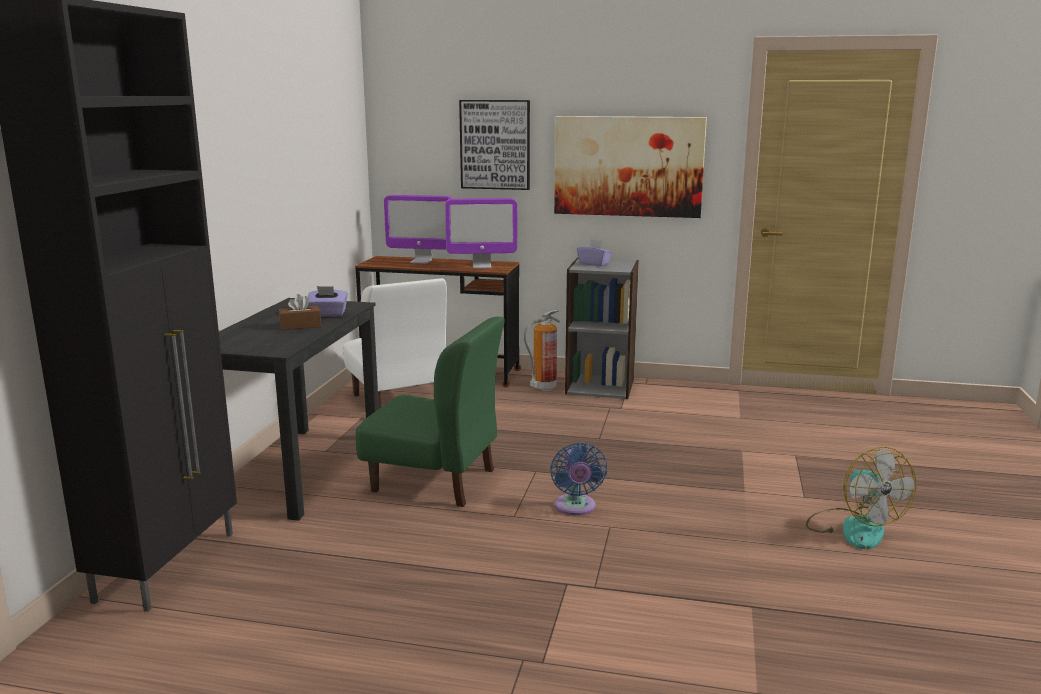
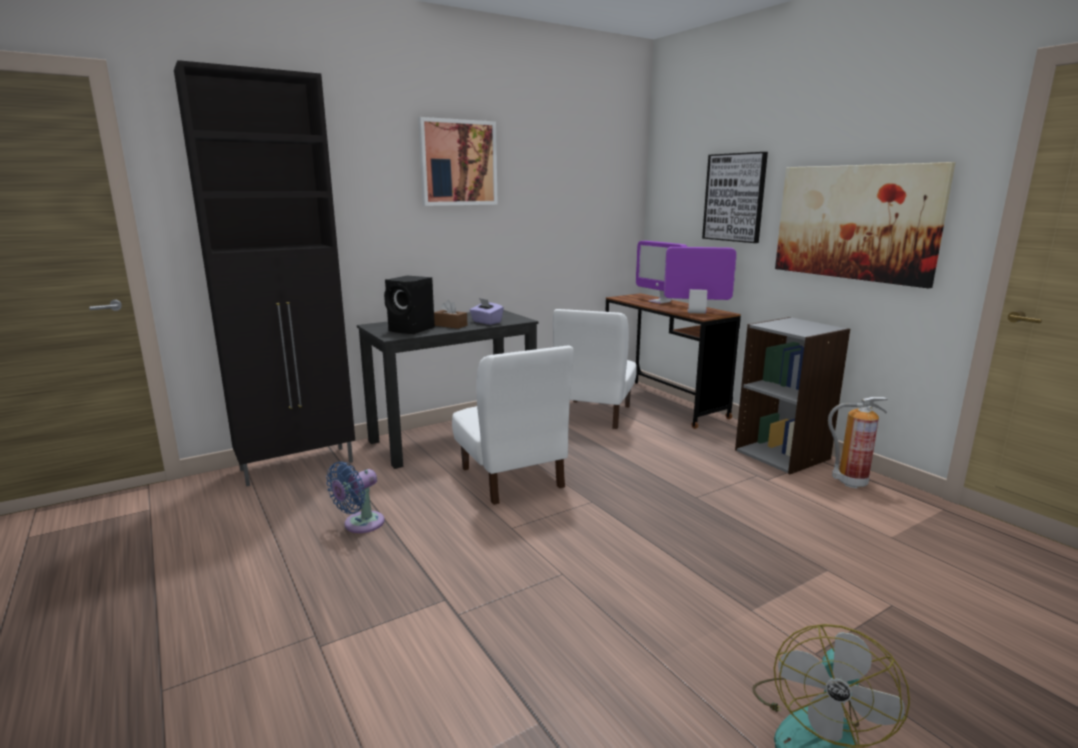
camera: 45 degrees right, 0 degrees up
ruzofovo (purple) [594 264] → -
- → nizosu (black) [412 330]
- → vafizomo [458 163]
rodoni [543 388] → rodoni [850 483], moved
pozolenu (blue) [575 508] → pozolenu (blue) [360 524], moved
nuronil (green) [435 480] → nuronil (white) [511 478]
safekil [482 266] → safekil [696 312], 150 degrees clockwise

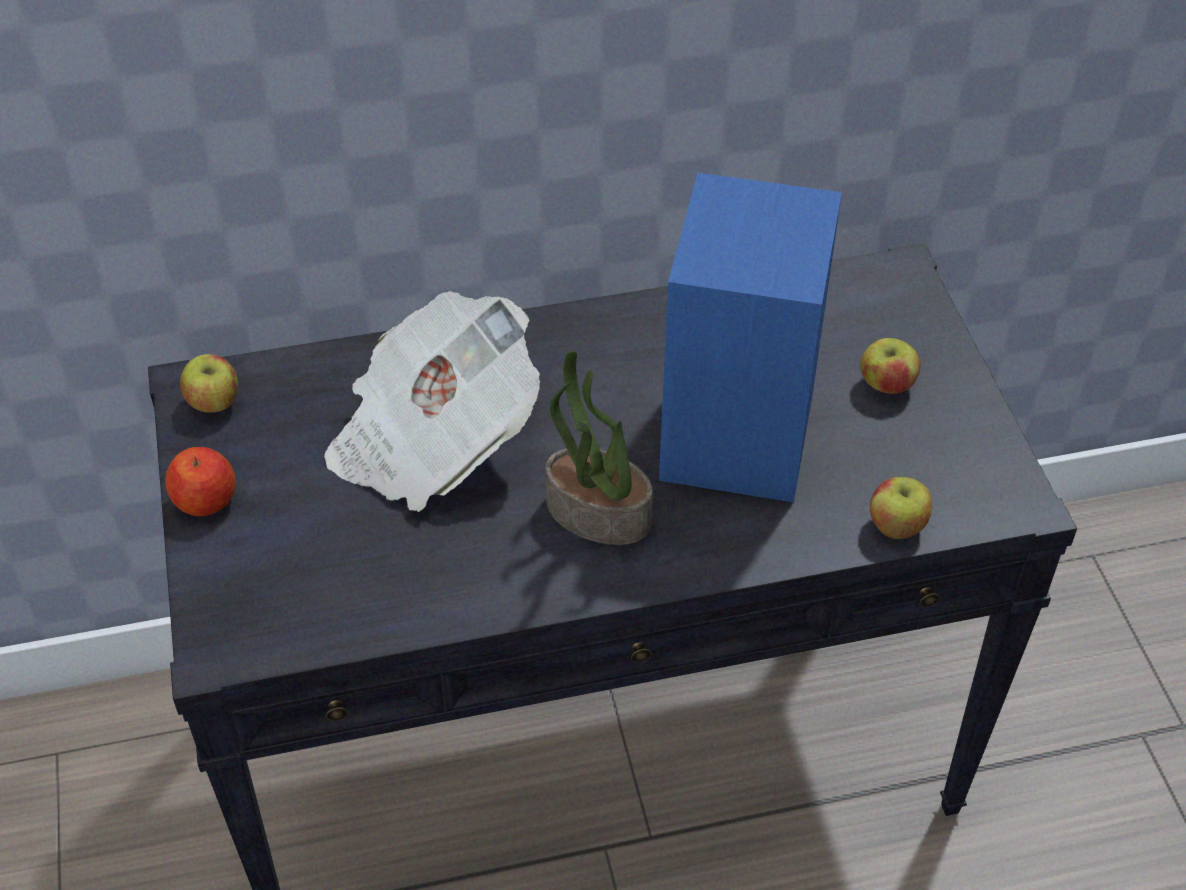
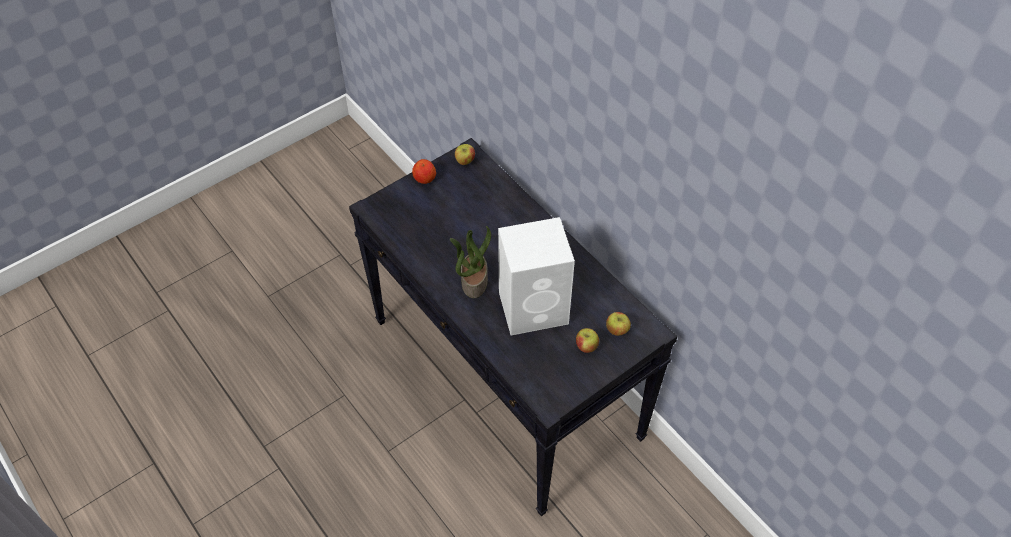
camera: 65 degrees right, 5 degrees up
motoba [433 439] → -
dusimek [896 526] → dusimek [617 330], moved
nizosu (blue) [738 431] → nizosu (white) [535 308]

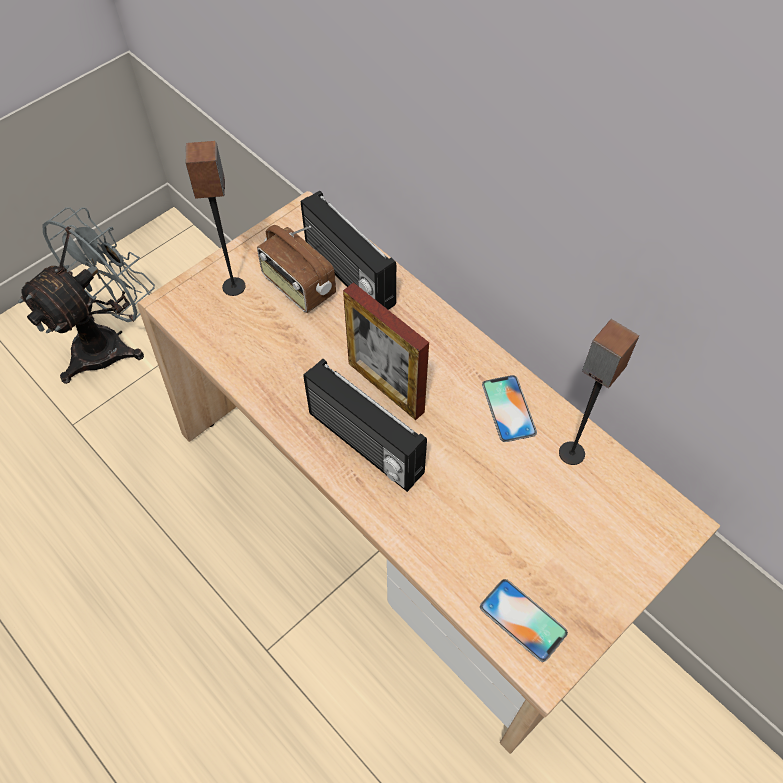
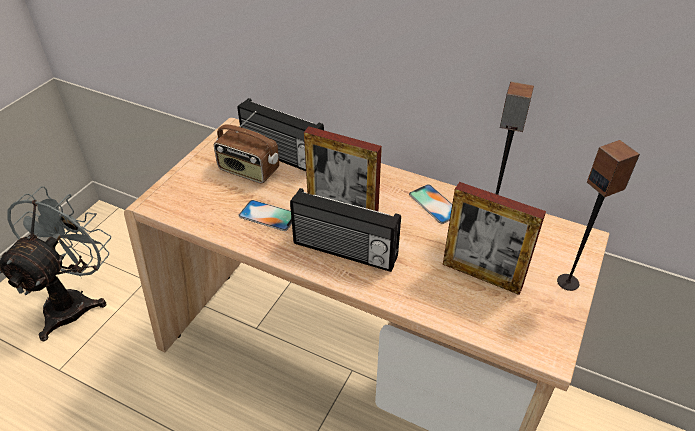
camera: 20 degrees left, 15 degrees down
- → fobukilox [481 275]
nizosu [234 286] → nizosu [568 282], moved
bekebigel [523 620] → bekebigel [268 215], moved

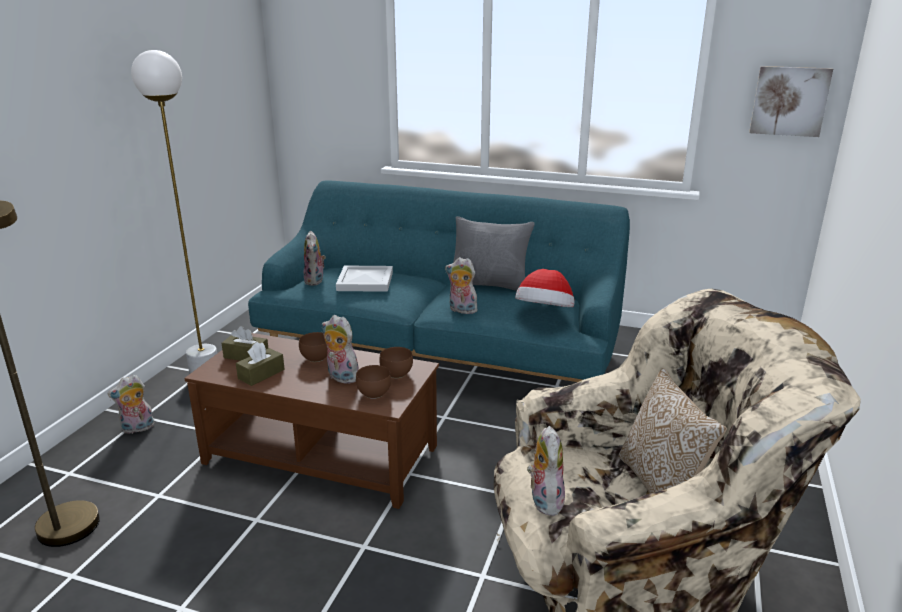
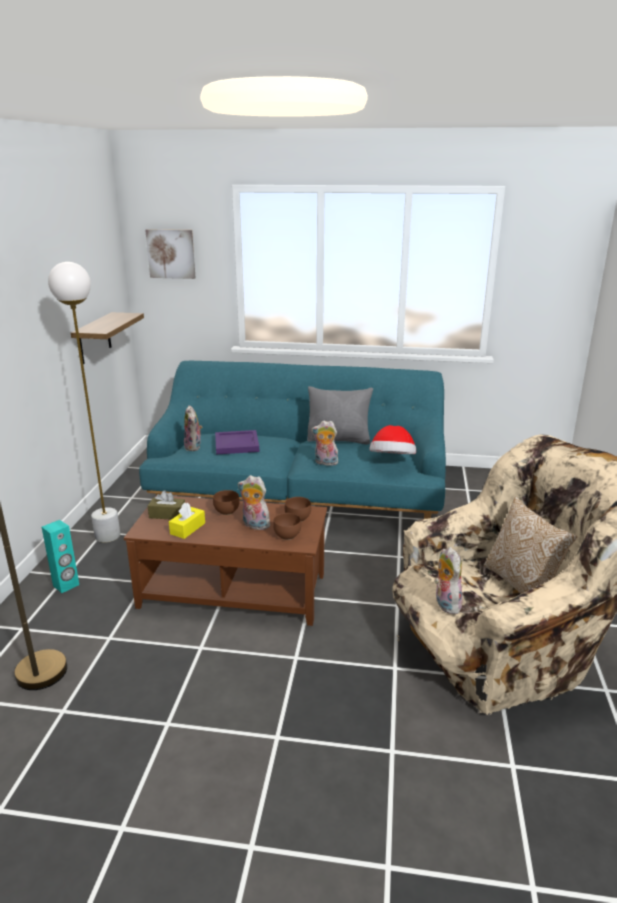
camera: 10 degrees left, 0 degrees up
- → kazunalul [94 338]
vafizomo [789 101] → vafizomo [171 253], moved
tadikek [137 429] → nizosu (turquoise) [66 585]
ruzofovo (brown) [261 374] → ruzofovo (yellow) [187 528]
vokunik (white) [366 281] → vokunik (purple) [237 444]

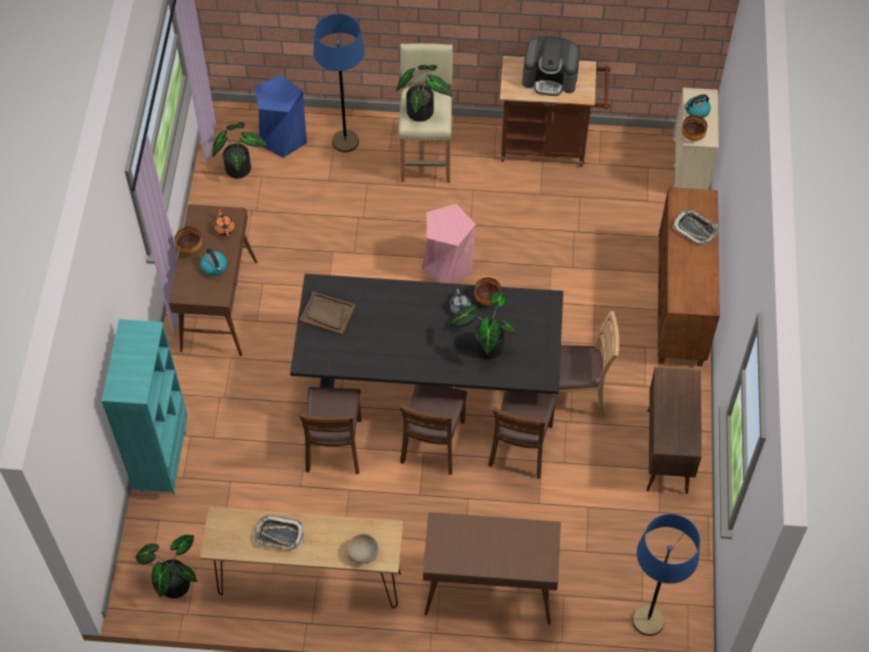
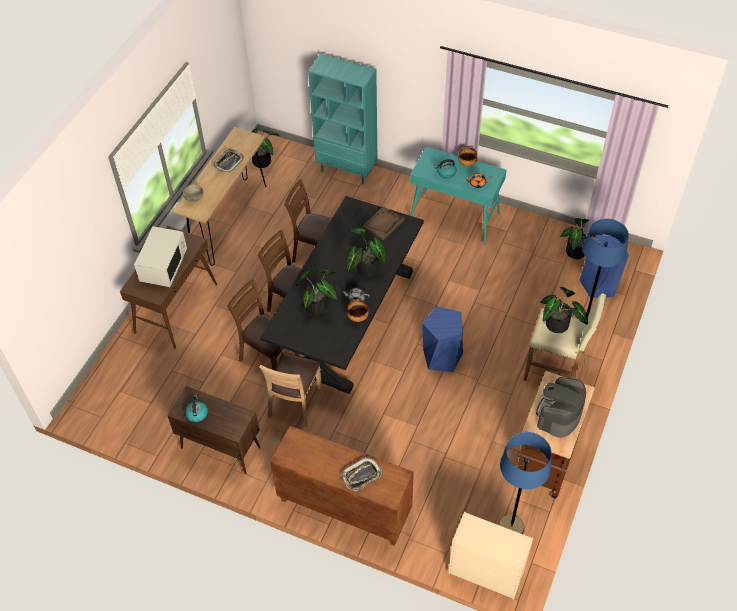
camera: 110 degrees right, 5 degrees down
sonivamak [692 136] → -
- → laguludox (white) [163 266]
- → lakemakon [365 269]
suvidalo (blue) [648 620] → suvidalo (blue) [511 527], moved
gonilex [696 111] → gonilex [197 413], moved
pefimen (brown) [219 305] → pefimen (turquoise) [455 218]
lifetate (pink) [447 266] → lifetate (blue) [442 356]

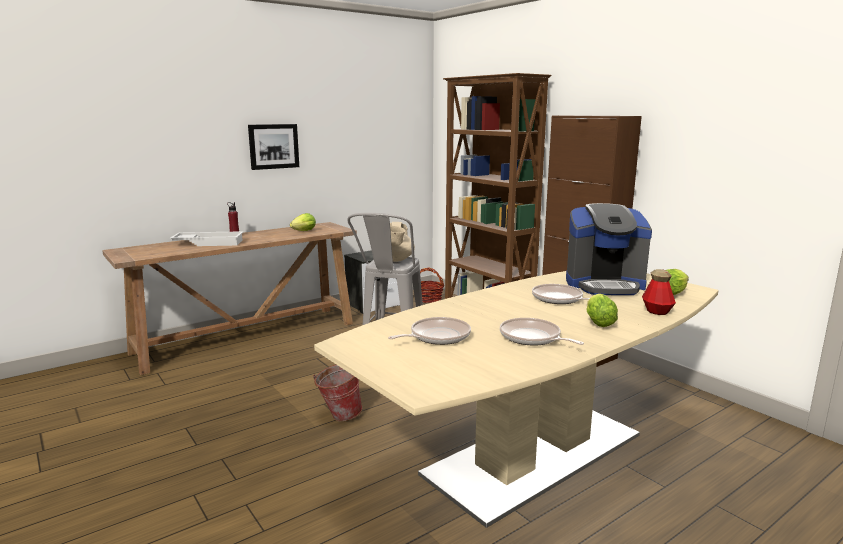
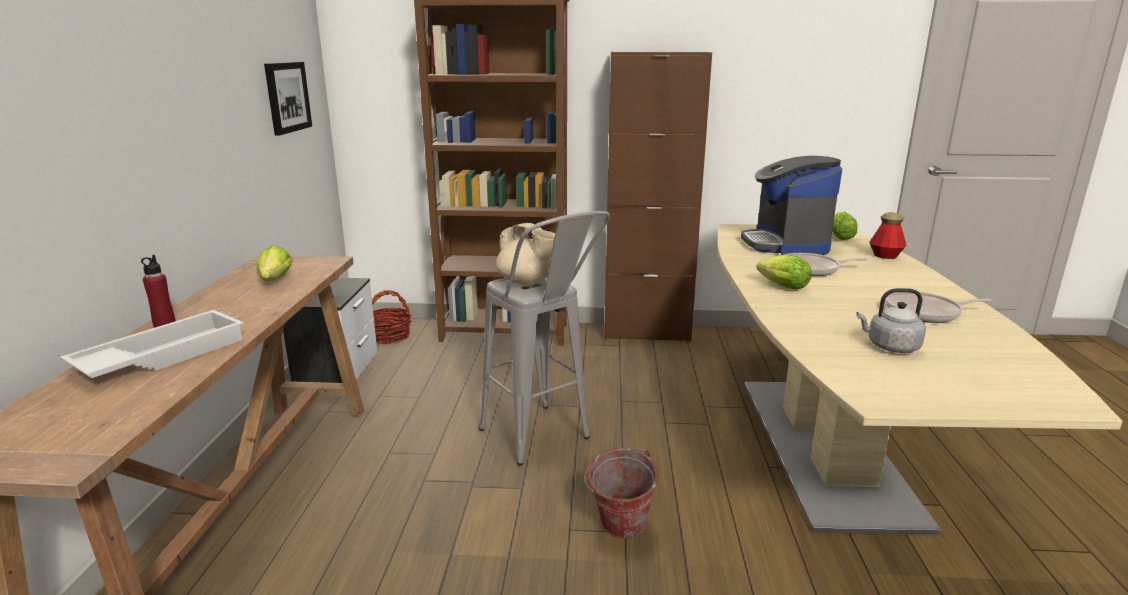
camera: 50 degrees left, 5 degrees up
vafizomo [273 146] → vafizomo [287 97], moved
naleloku [598 322] → naleloku [780 286], moved
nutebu [437 336] → gonilex (grey) [890 347]
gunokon [604 285] → gunokon [786 244], 135 degrees clockwise

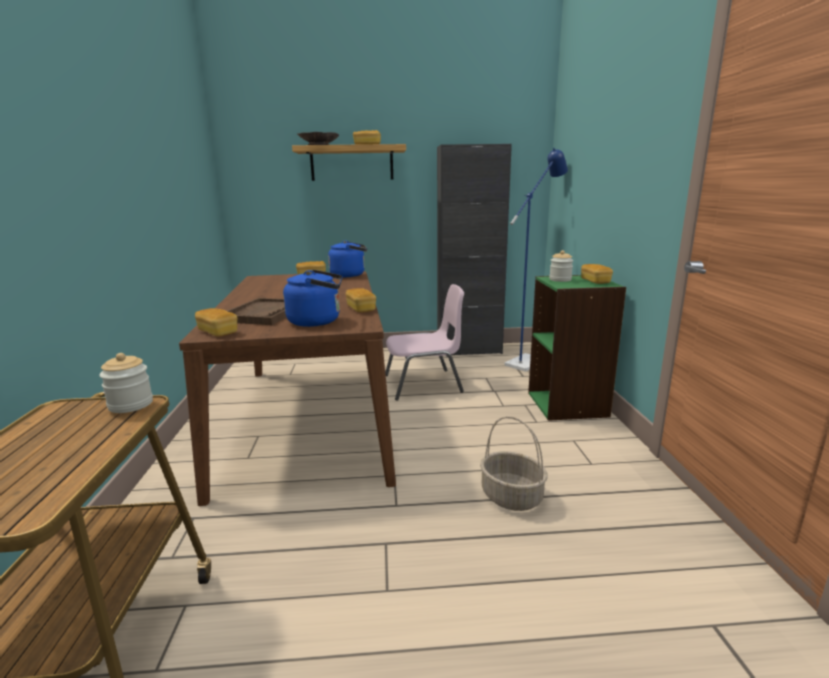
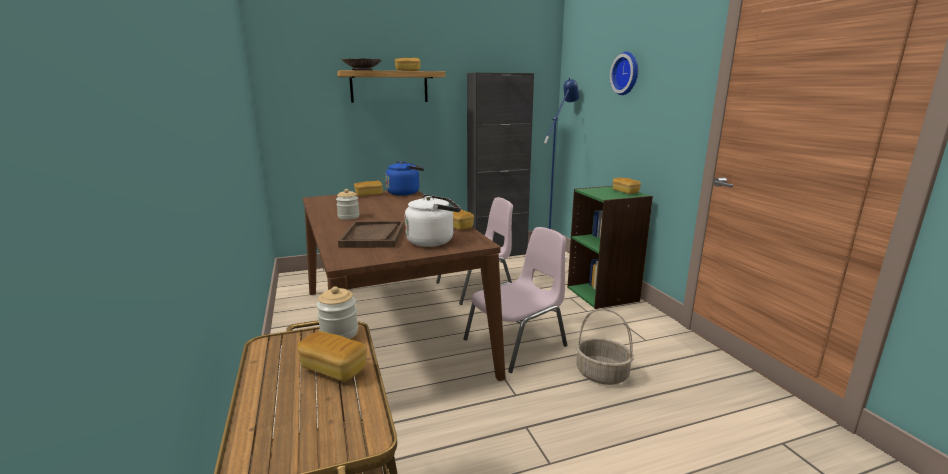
camera: 15 degrees left, 0 degrees up
- → nuronil (pink) [517 343]
- → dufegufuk [627 73]
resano [218 332] → resano [334 369], moved
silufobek [560 280] → silufobek [348 217], moved
gonilex (blue) [318 321] → gonilex (white) [433 241]

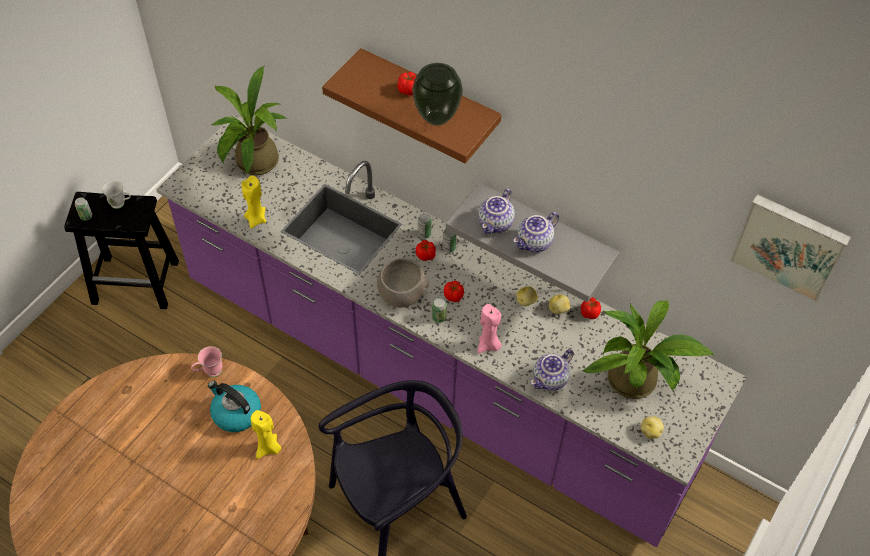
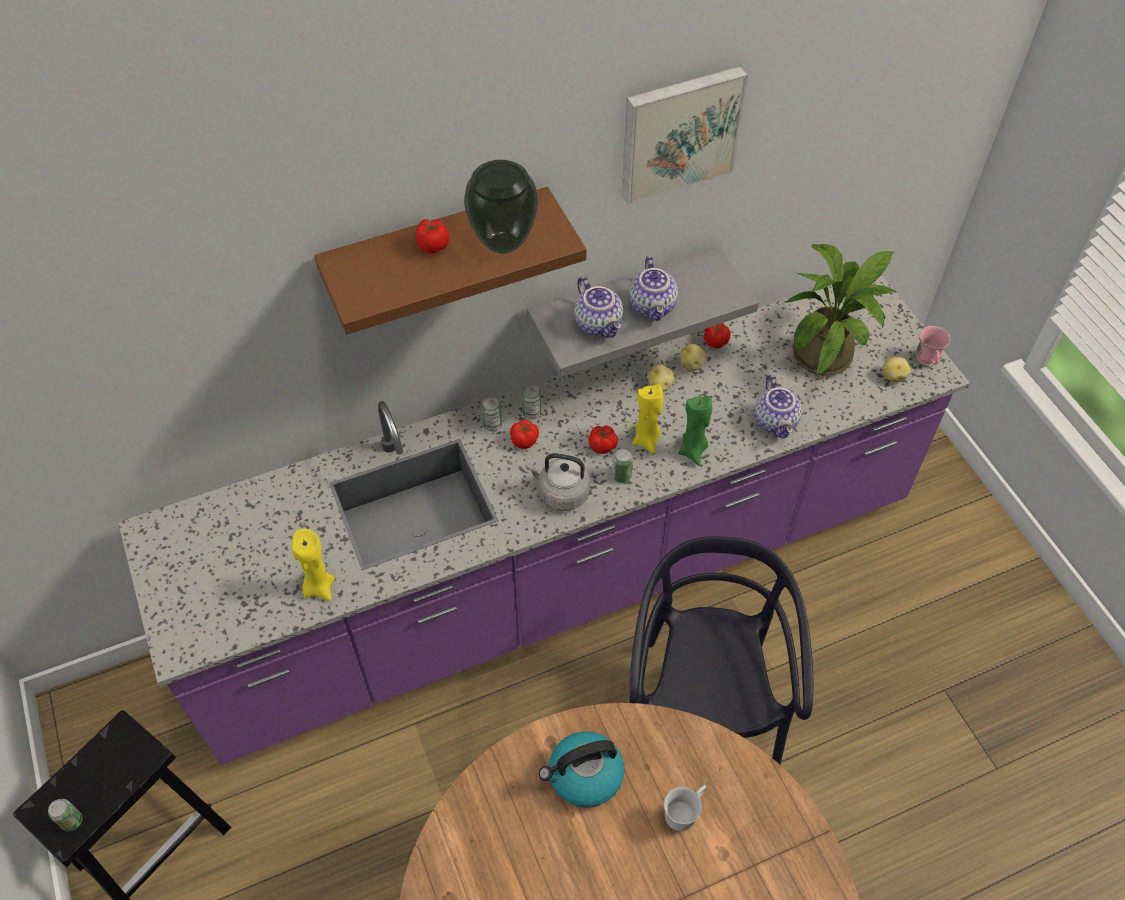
camera: 55 degrees left, 0 degrees up
lakemakon [253 164] → -
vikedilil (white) [121 204] → vikedilil (white) [684 815], moved
vikedilil (pink) [209 372] → vikedilil (pink) [926 364], moved
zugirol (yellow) [268 448] → zugirol (yellow) [647 440], moved
vafizomo [789 245] → vafizomo [679 132], moved
sonivamak (grey) [402 294] → gonilex (grey) [560 493]
zugirol (pink) [488 345] → zugirol (green) [693 450]

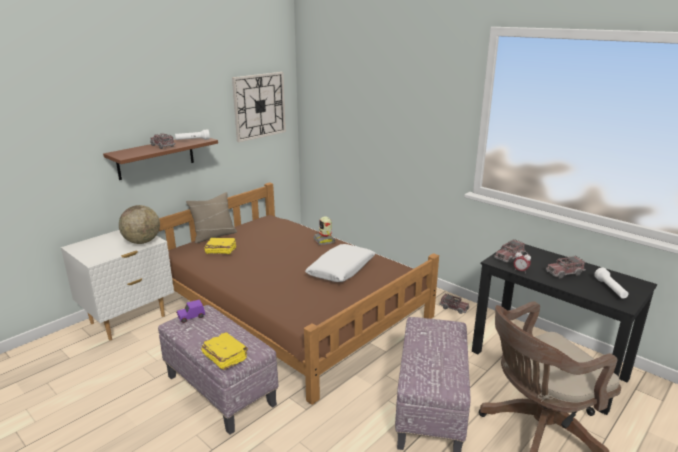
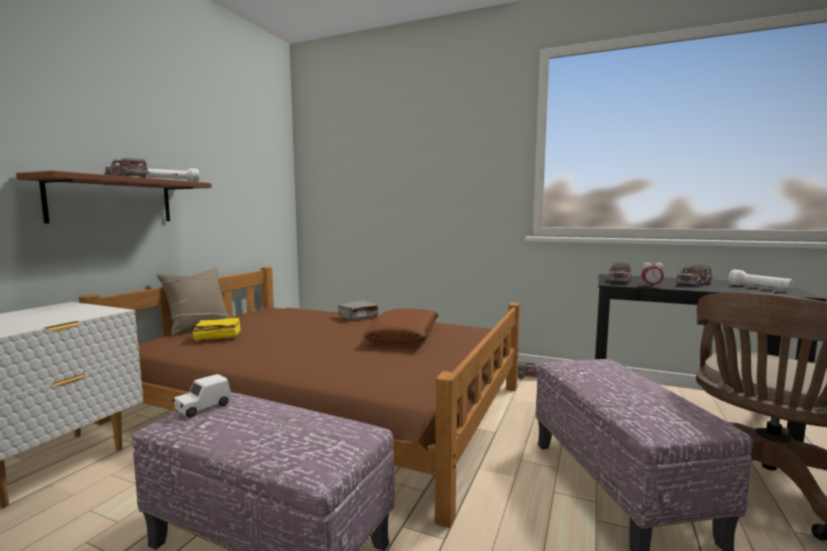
camera: 20 degrees left, 15 degrees down
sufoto [142 242] → -
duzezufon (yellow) [225 357] → -
dufegufuk [259 106] → -
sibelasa [325 240] → duzezufon (grey) [358 317]
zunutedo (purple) [191 317] → zunutedo (white) [203 408]
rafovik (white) [341 270] → rafovik (brown) [404 336]

